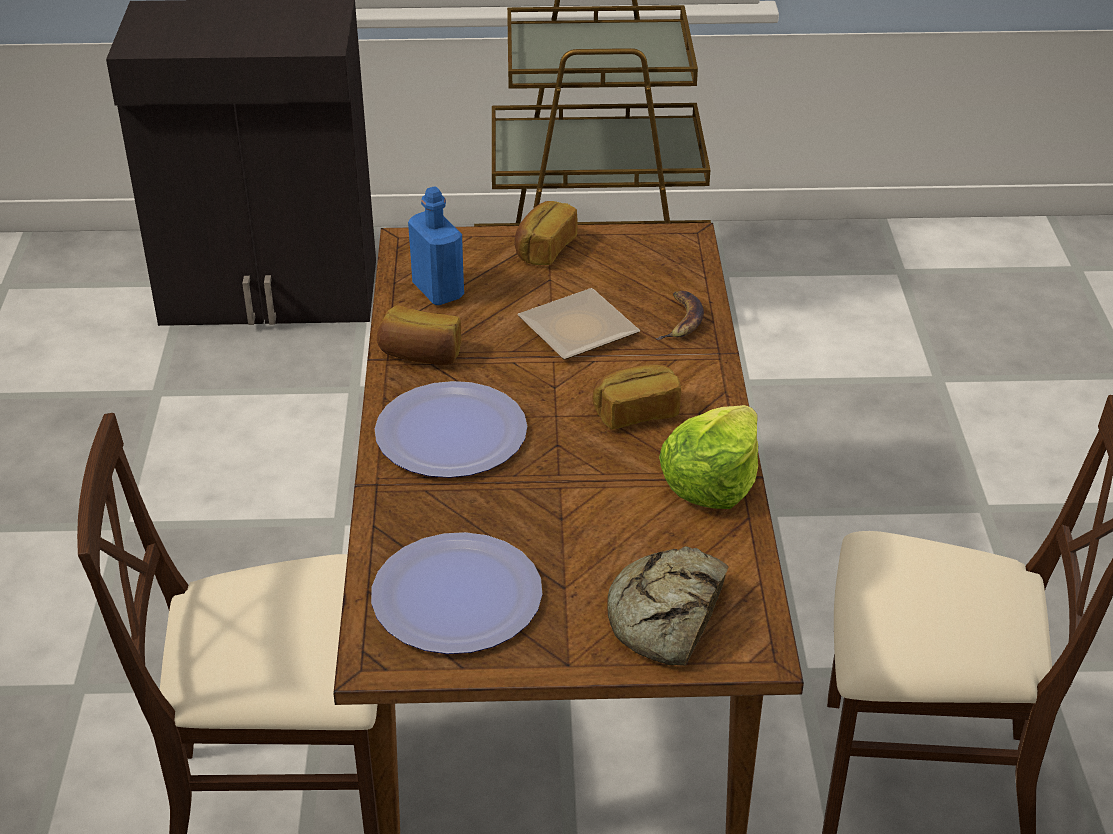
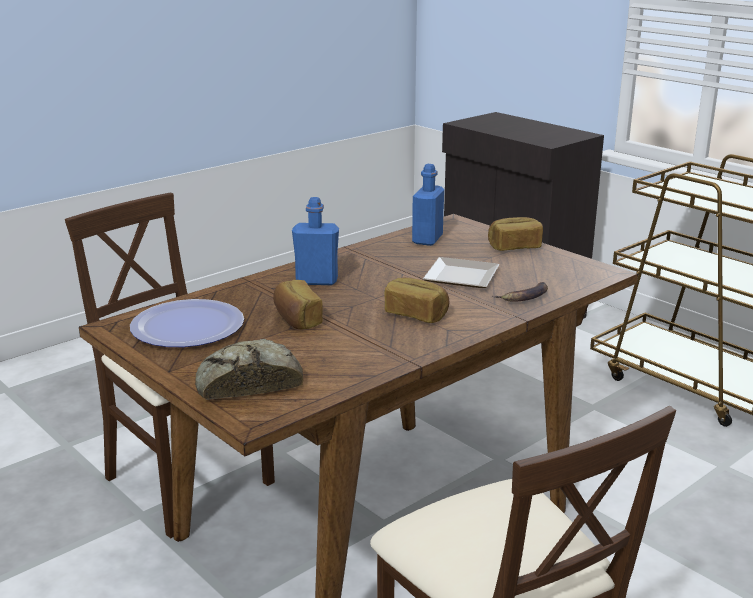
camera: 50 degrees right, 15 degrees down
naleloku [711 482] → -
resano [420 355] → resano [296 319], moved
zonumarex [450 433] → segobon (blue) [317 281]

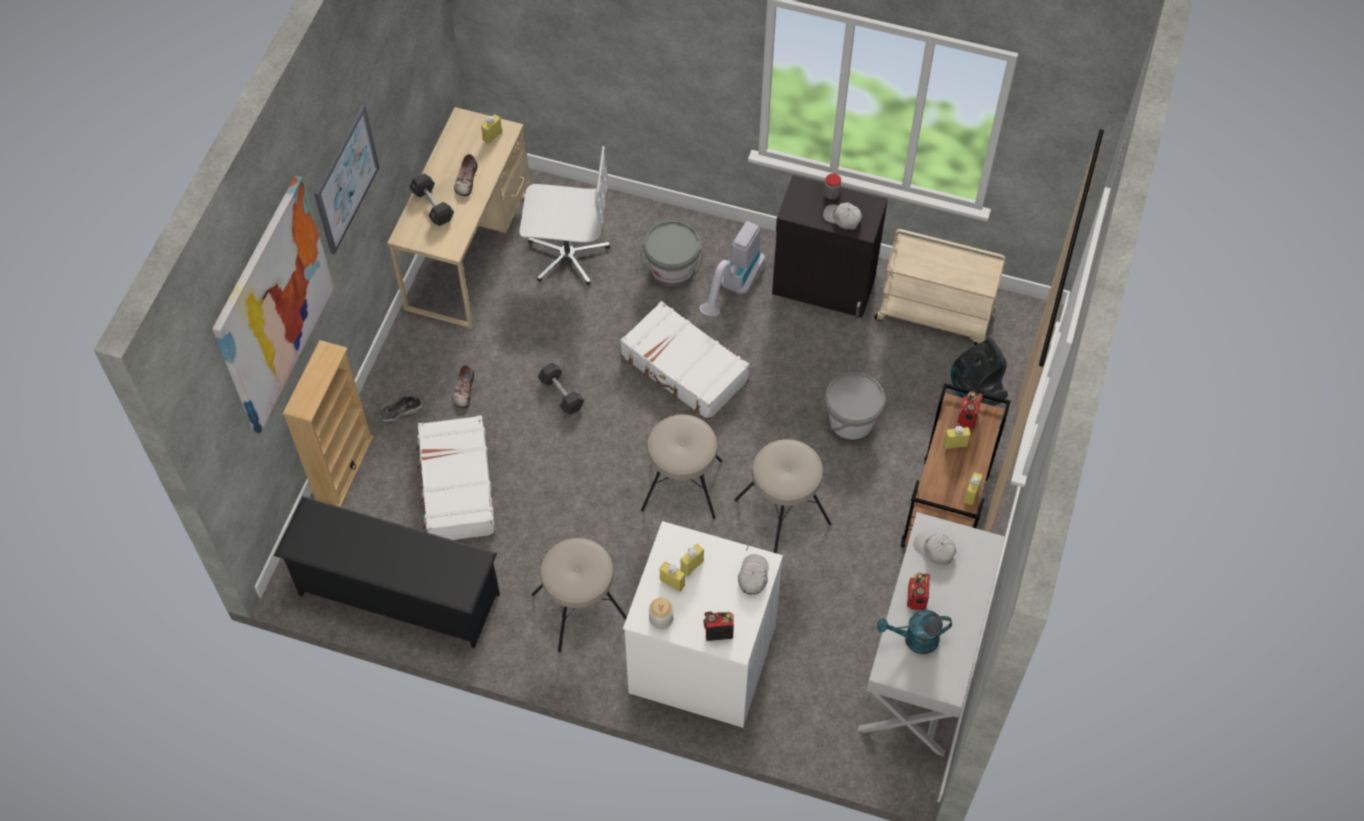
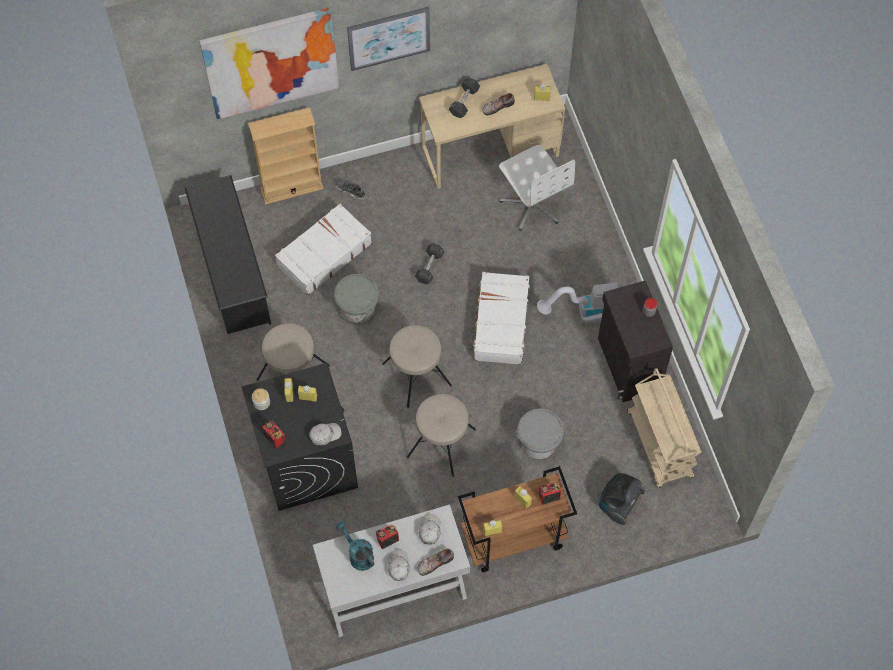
camera: 55 degrees right, 5 degrees up
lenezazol [463 390] → lenezazol [434 562], moved
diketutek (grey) [672 268] → diketutek (grey) [357 308], moved
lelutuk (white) [842 218] → lelutuk (white) [398 566], moved
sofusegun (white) [701 660] → sofusegun (black) [306 460]

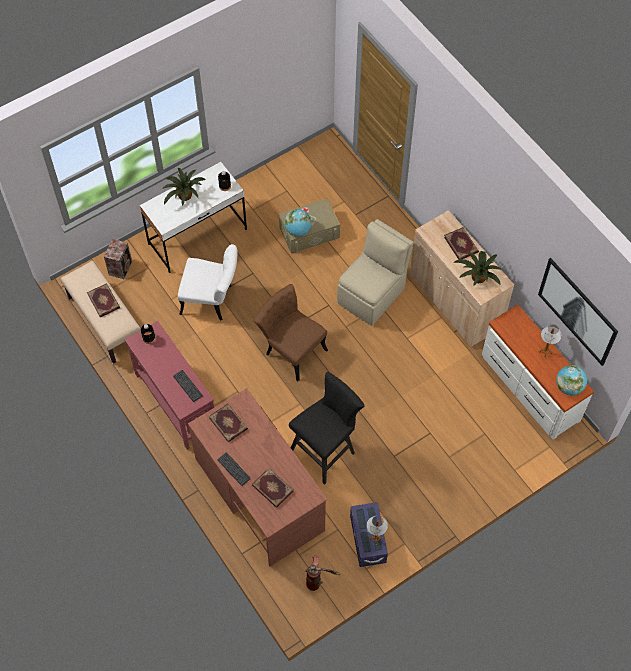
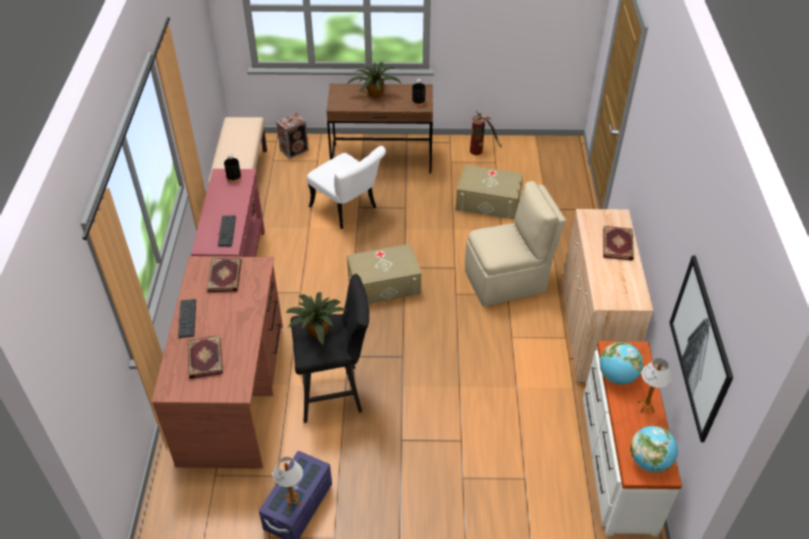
camera: 35 degrees right, 15 degrees down
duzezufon [104 301] → -
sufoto [298 230] → sufoto [617 376], moved
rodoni [318 581] → rodoni [481 151], moved
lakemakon [477 278] → lakemakon [316 330], moved
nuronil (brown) [291 349] → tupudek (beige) [384 284]
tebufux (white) [197 237] → tebufux (brown) [382 159]

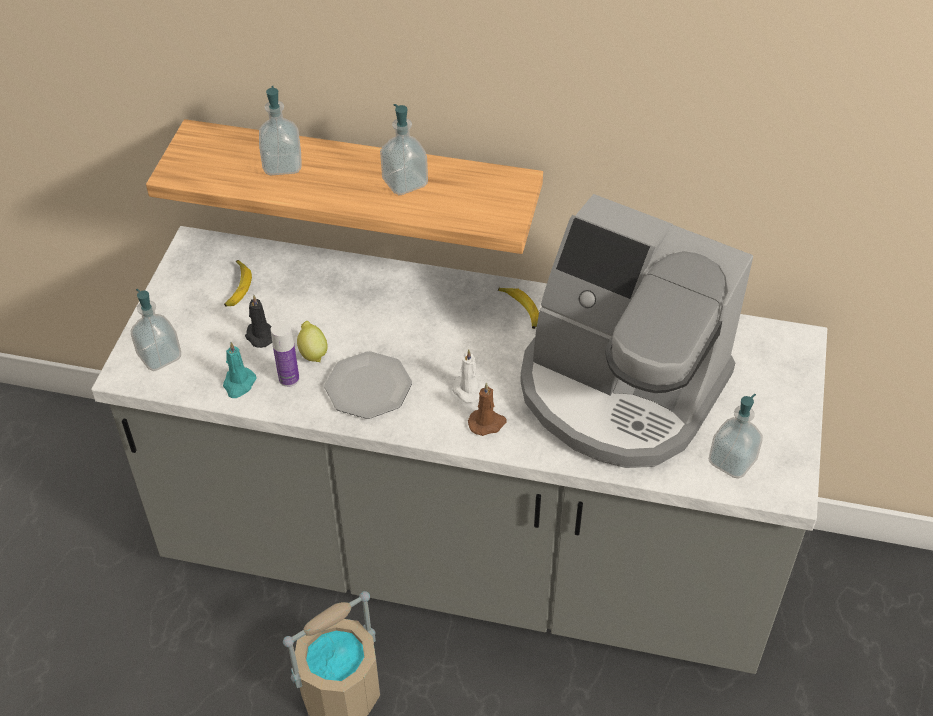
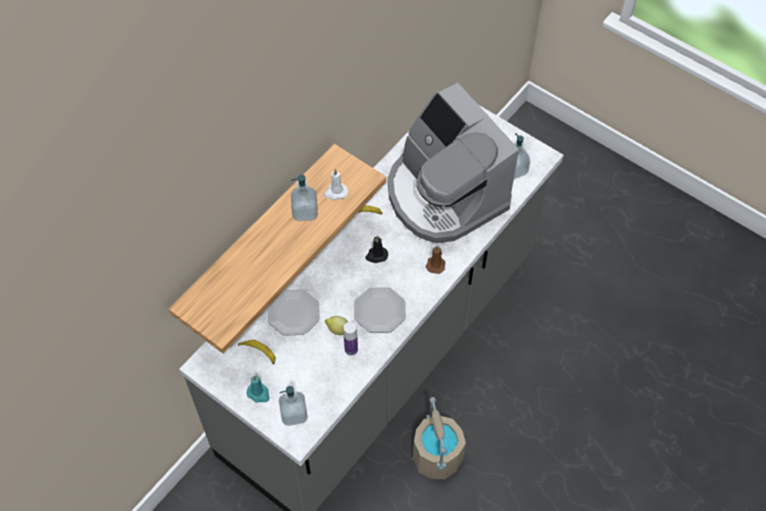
camera: 65 degrees left, 10 degrees up
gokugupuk [282 165] → -
- → zonumarex [293 314]
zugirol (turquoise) [239 384] → zugirol (turquoise) [259 393], moved
zugirol (black) [260 335] → zugirol (black) [376 255], moved
zugirol (white) [467 389] → zugirol (white) [335 192], moved
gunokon [619 389] → gunokon [444 195], 90 degrees clockwise

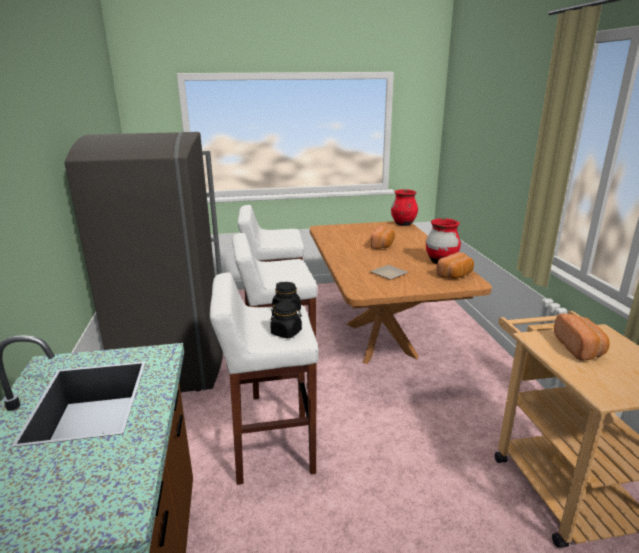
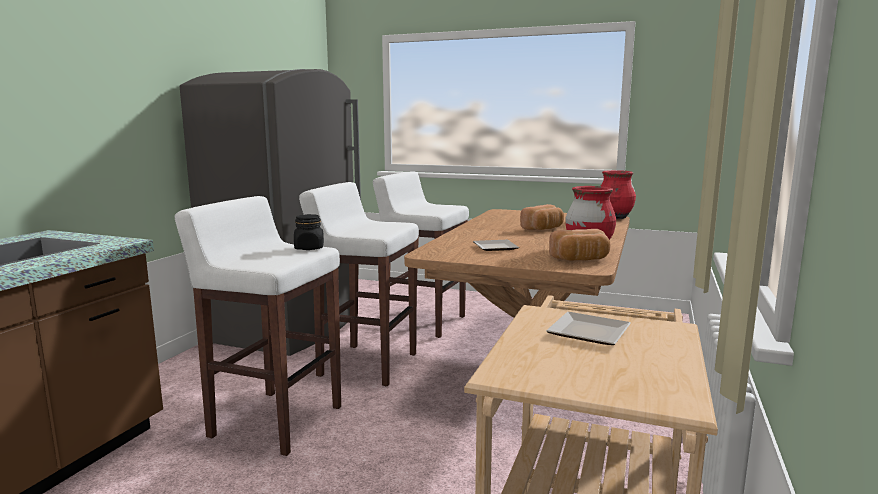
camera: 30 degrees right, 10 degrees down
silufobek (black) [286 332] → -
resano [580 348] → zonumarex [585 333]

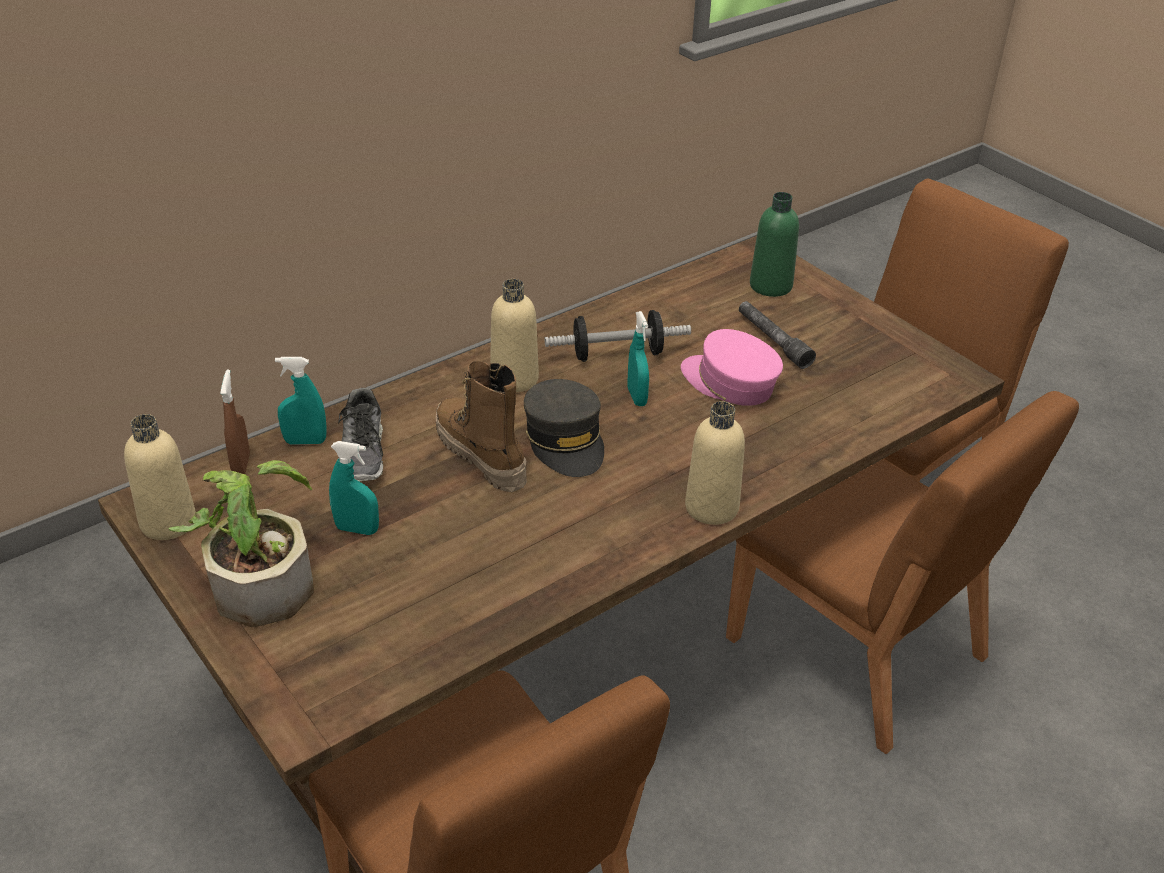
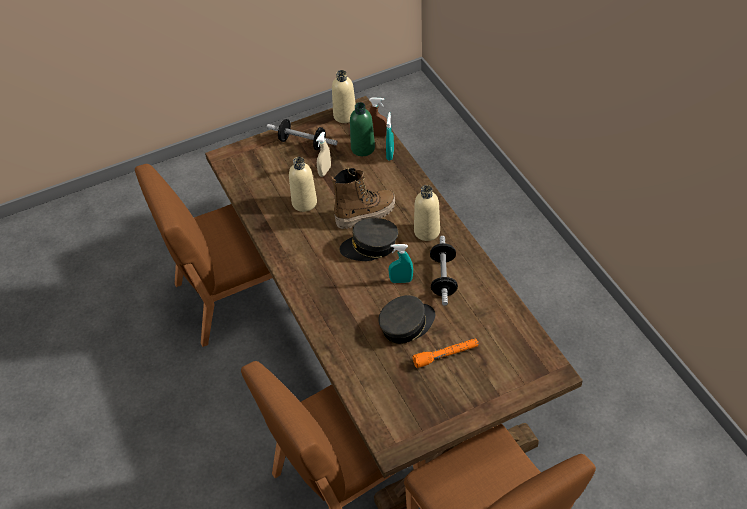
camera: 105 degrees right, 10 degrees up
lenezazol [363 453] → -
segobon (beige) [711 507] → segobon (beige) [304 203], moved
segobon (green) [770 286] → segobon (green) [363 148], moved
lakemakon [259 579] → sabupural [302 143]
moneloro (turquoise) [357 529] → moneloro (beige) [324 171]
lelutuk (pink) [729 382] → lelutuk (grey) [407 325]
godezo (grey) [773 341] → godezo (orange) [446 355]

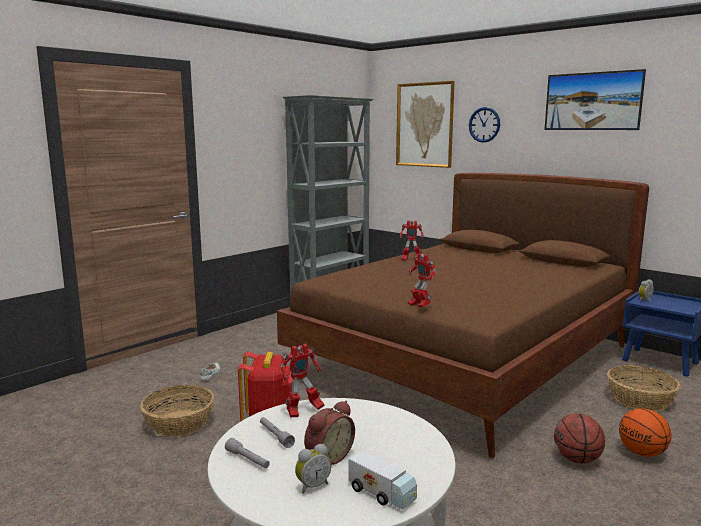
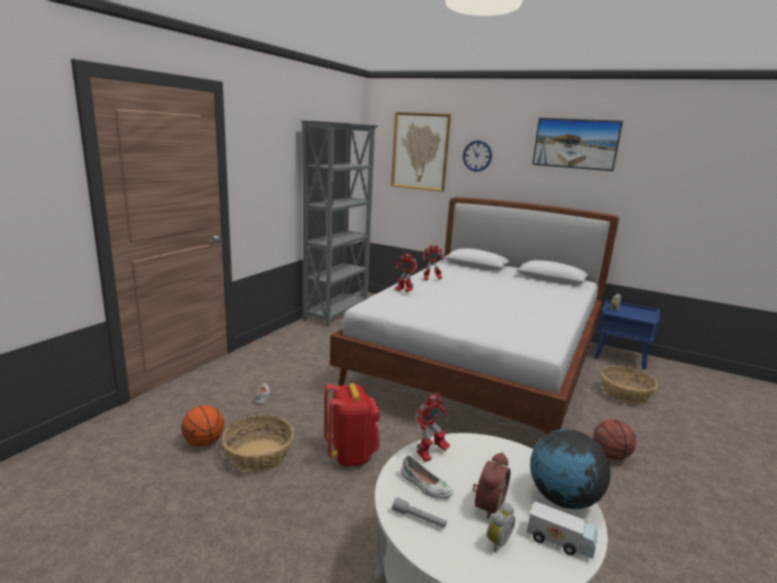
camera: 15 degrees left, 5 degrees up
- → sufoto [562 499]
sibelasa [419 306] → sibelasa [403 291], moved
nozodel [642 453] → nozodel [204 442], moved
godezo (grey) [275 436] → lenezazol (white) [425 486]
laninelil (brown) [467 361] → laninelil (white) [481 366]

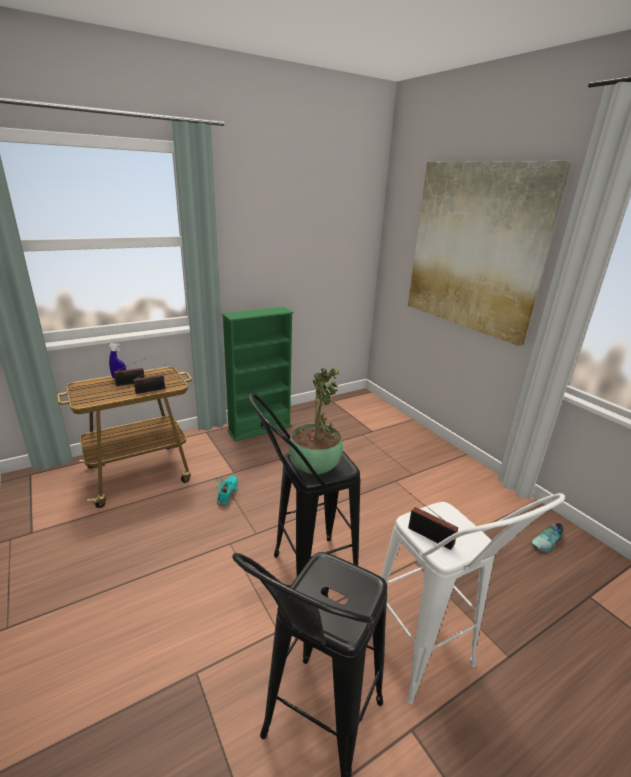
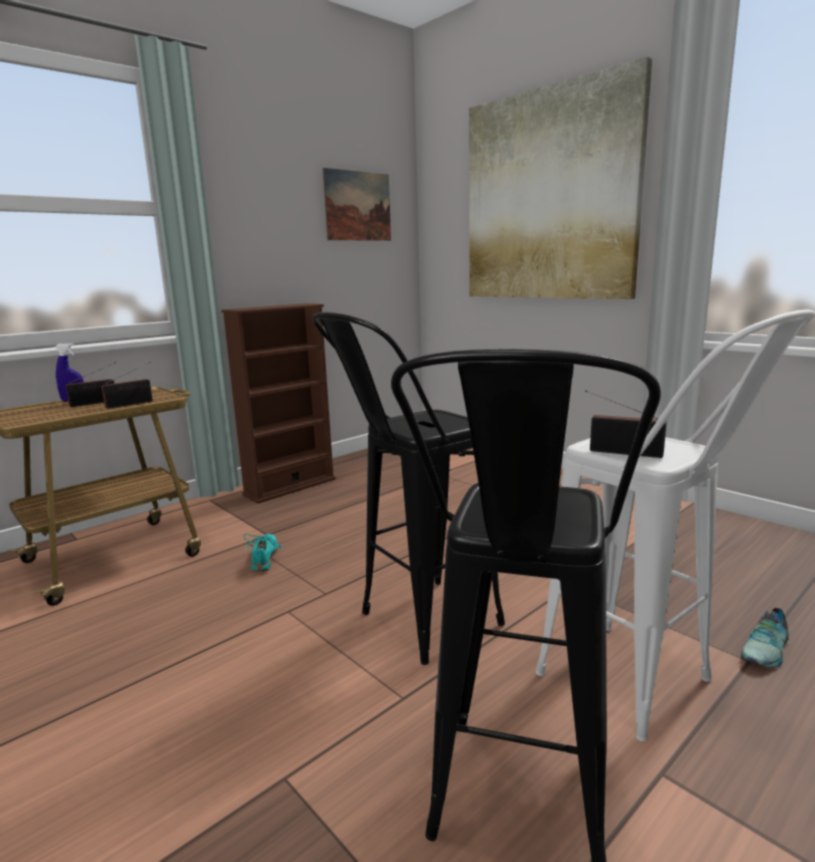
camera: 10 degrees left, 10 degrees down
lakemakon [314 468] → -
- → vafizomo [358 206]
lenezazol [547 542] → lenezazol [767 650], moved
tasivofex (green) [259 429] → tasivofex (brown) [290 487]

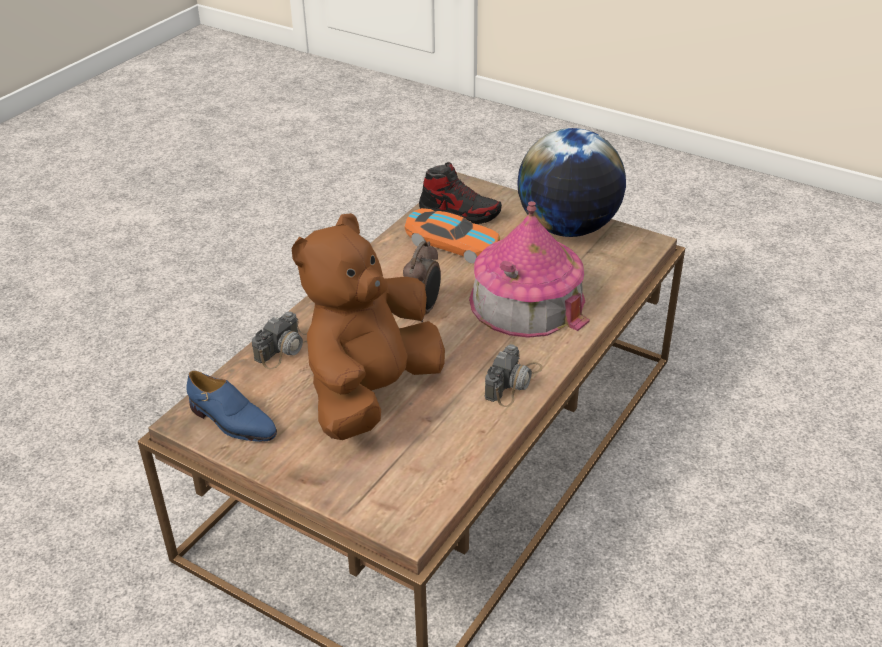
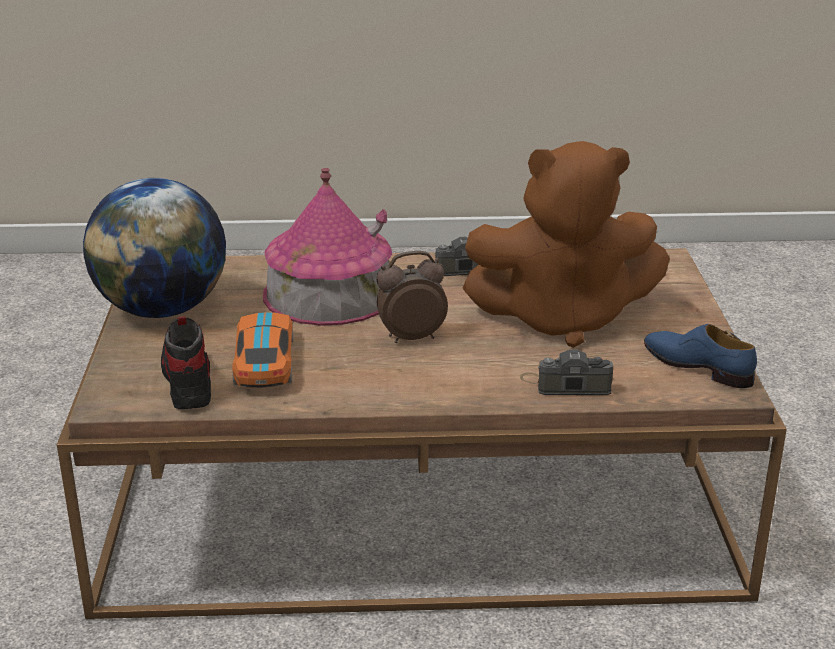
camera: 125 degrees left, 10 degrees down
lenezazol (blue) [232 422] → lenezazol (blue) [697 366], 45 degrees counterclockwise

